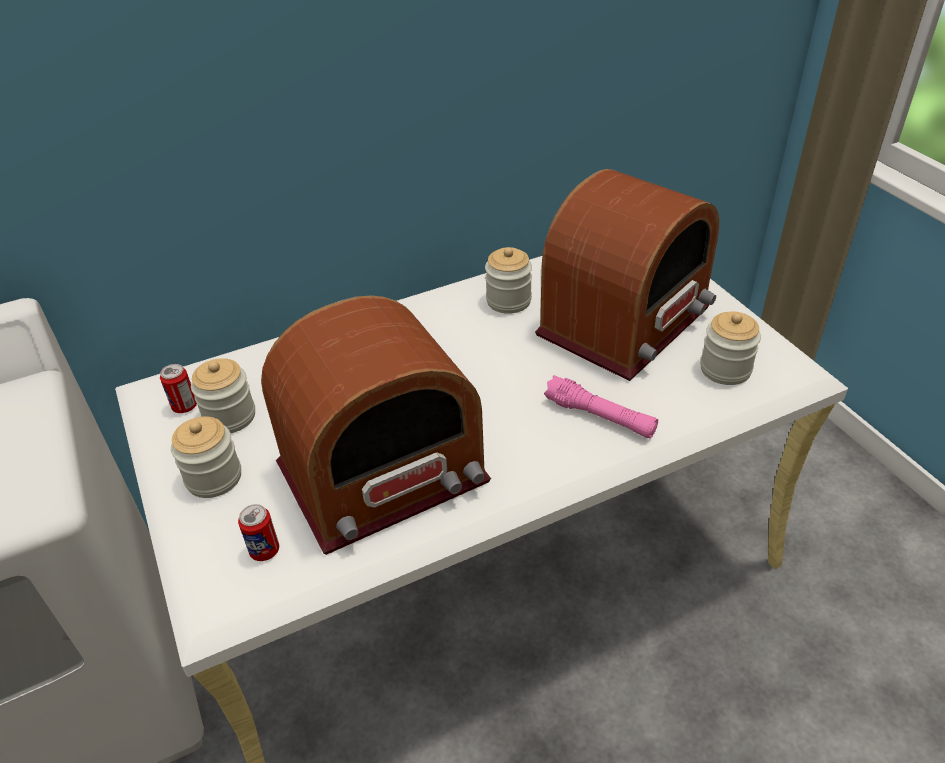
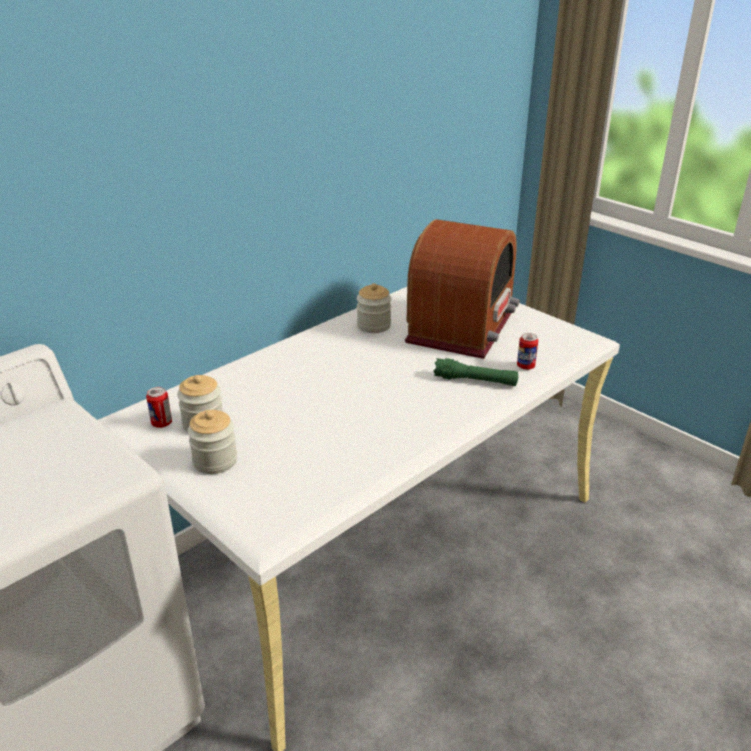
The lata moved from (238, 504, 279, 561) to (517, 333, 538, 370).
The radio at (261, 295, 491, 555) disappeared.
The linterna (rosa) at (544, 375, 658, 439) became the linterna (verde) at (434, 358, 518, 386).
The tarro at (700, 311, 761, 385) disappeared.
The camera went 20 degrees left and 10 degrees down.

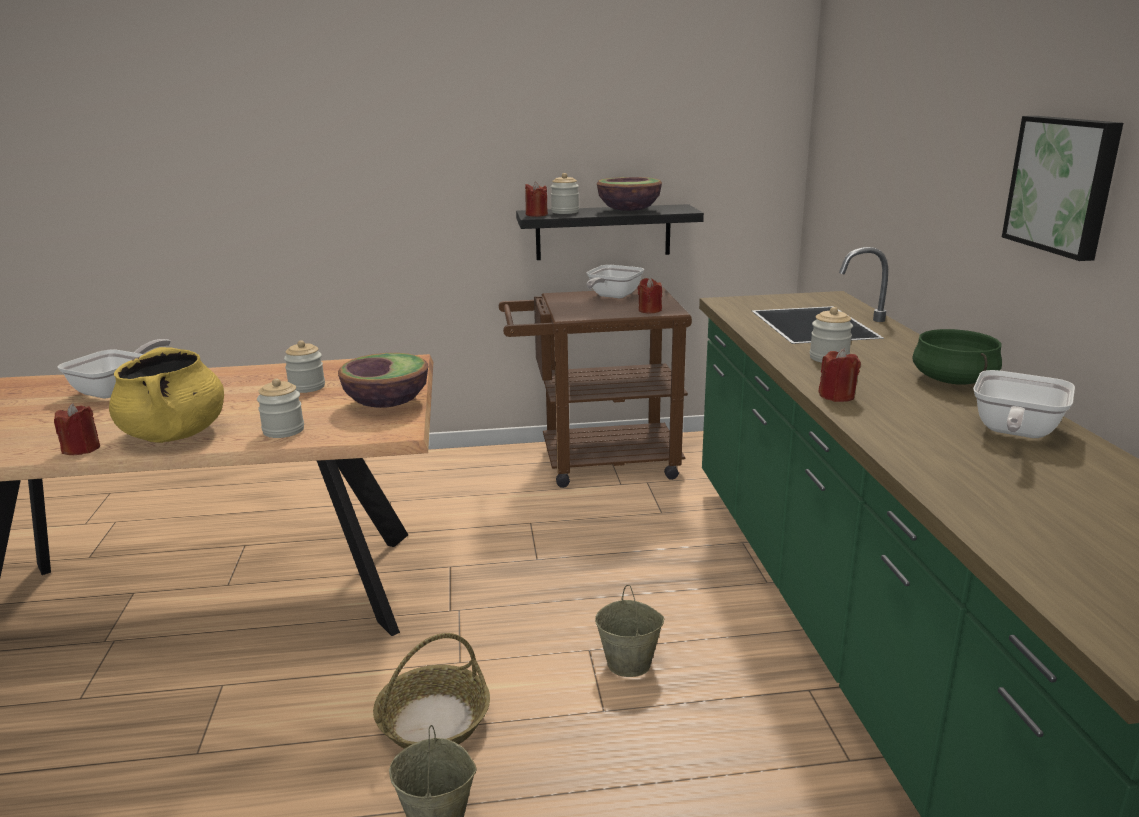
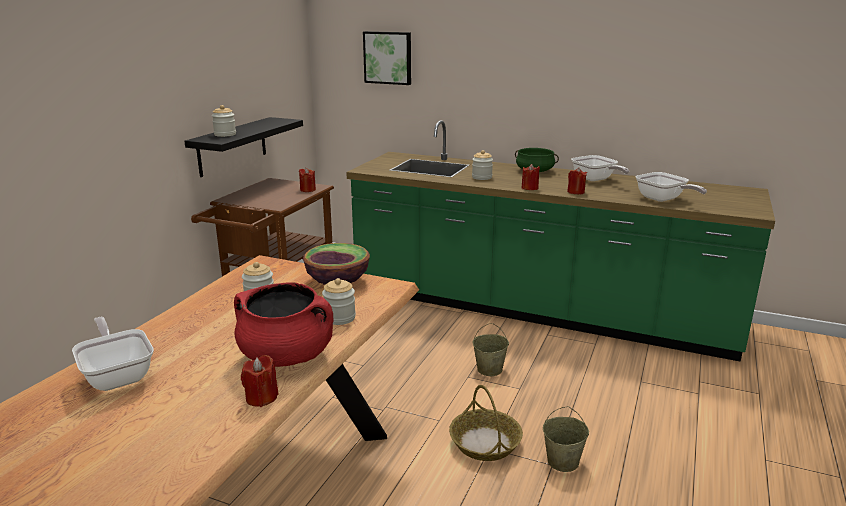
The olla (amarillo) at (109, 347, 224, 443) became the olla (rojo) at (234, 282, 334, 367).
The vela (rojo) moved from (525, 182, 548, 217) to (567, 168, 587, 194).
The sartén moved from (586, 265, 644, 298) to (636, 172, 707, 202).
The cuenco at (597, 177, 662, 211) disappeared.
The cuadro moved from (1002, 116, 1123, 261) to (363, 31, 411, 85).
The camera went 60 degrees left and 0 degrees up.

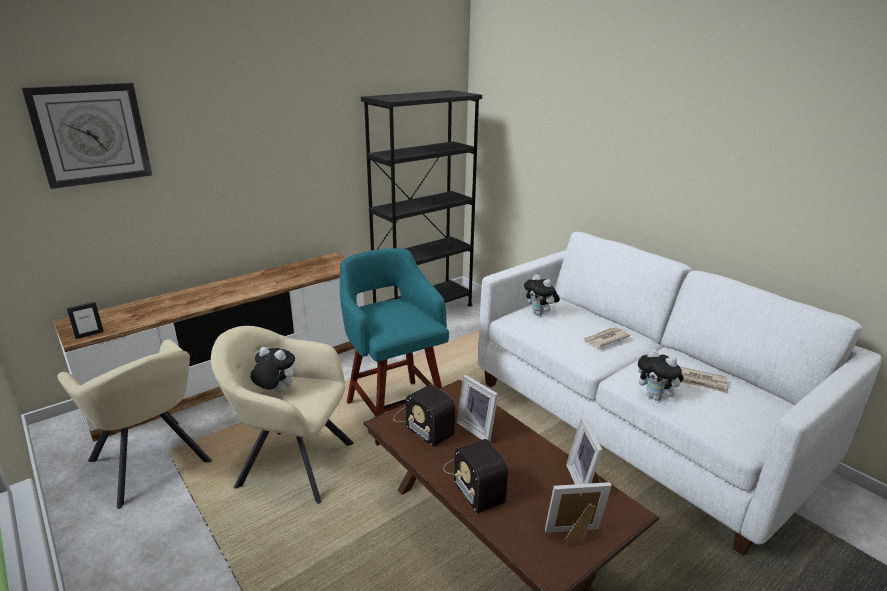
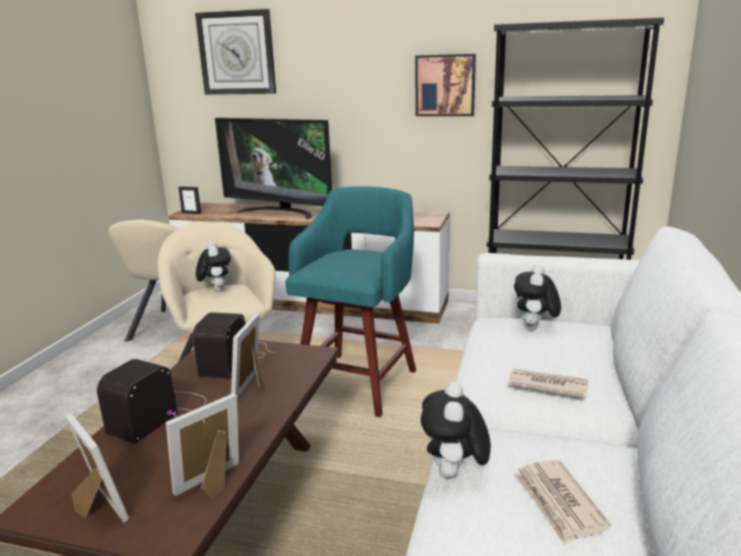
The televisor at (215, 118, 332, 220) appeared.
The cuadro at (415, 54, 476, 116) appeared.
The camera went 55 degrees right and 5 degrees down.

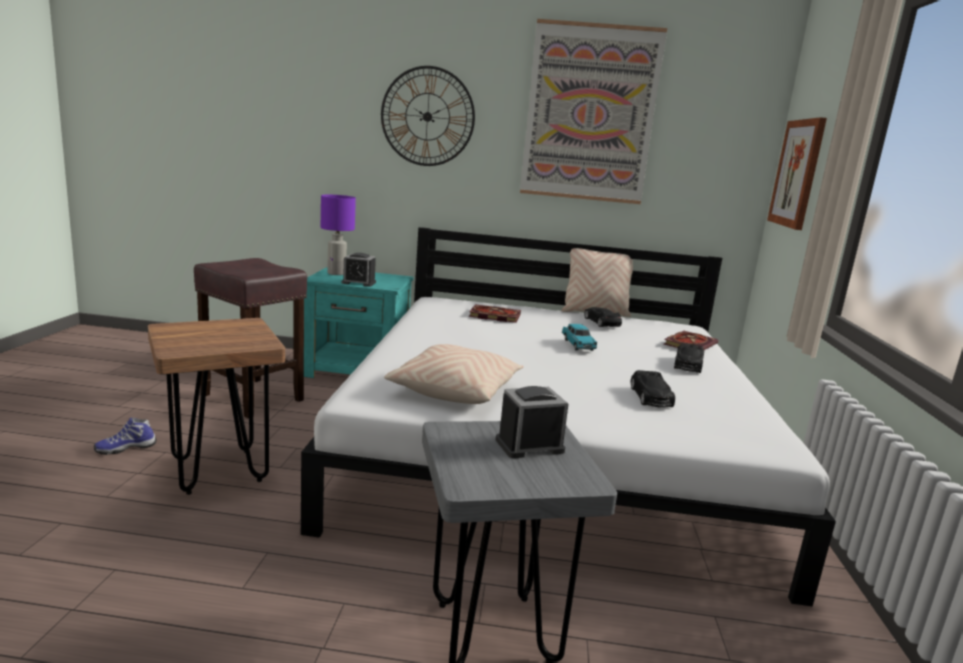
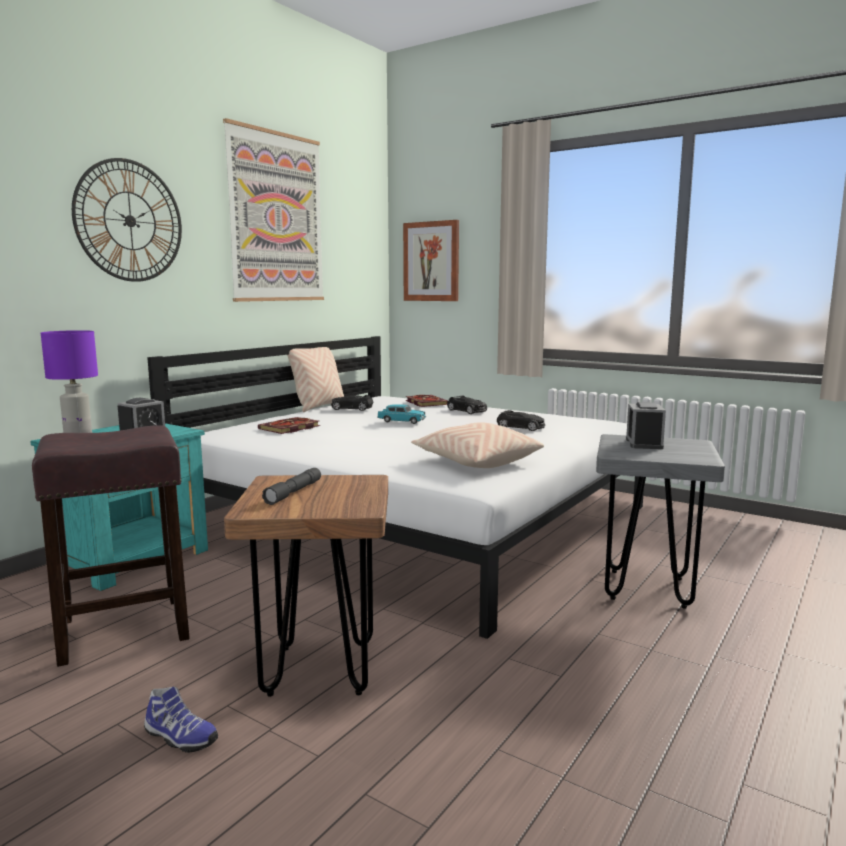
The zapato at (94, 418, 156, 455) turned 60 degrees counterclockwise.
The linterna (gris) at (262, 468, 321, 505) appeared.
The camera went 60 degrees left and 5 degrees down.

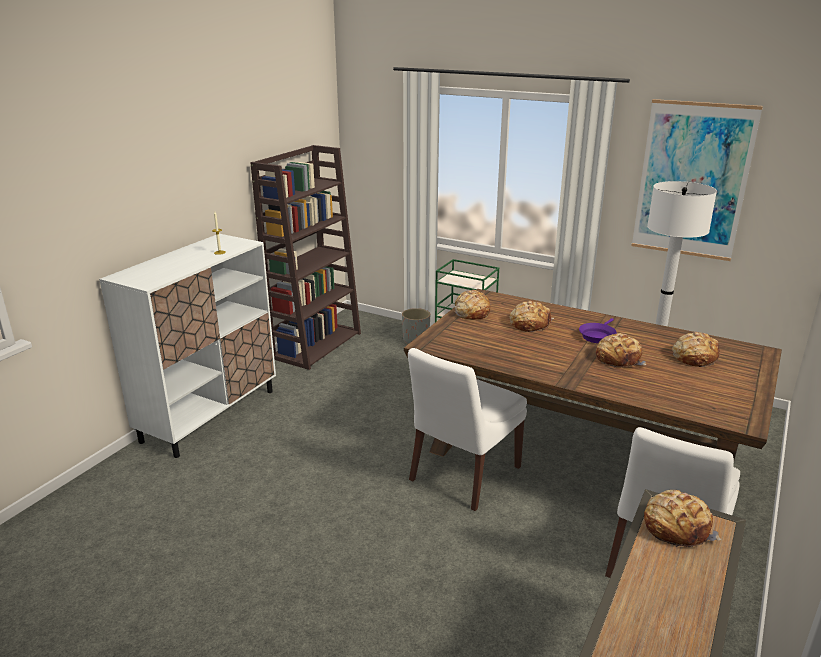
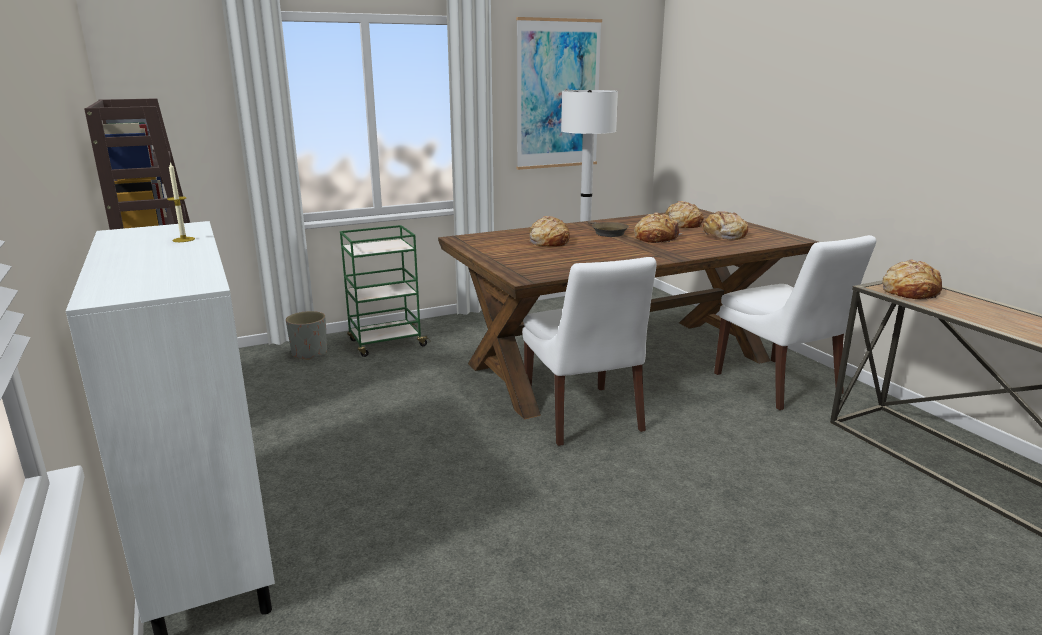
The pan moved from (454, 290, 490, 320) to (703, 211, 748, 240).
The sartén (morado) at (579, 318, 617, 343) became the sartén (marrón) at (588, 221, 629, 237).
The camera went 55 degrees left and 5 degrees down.

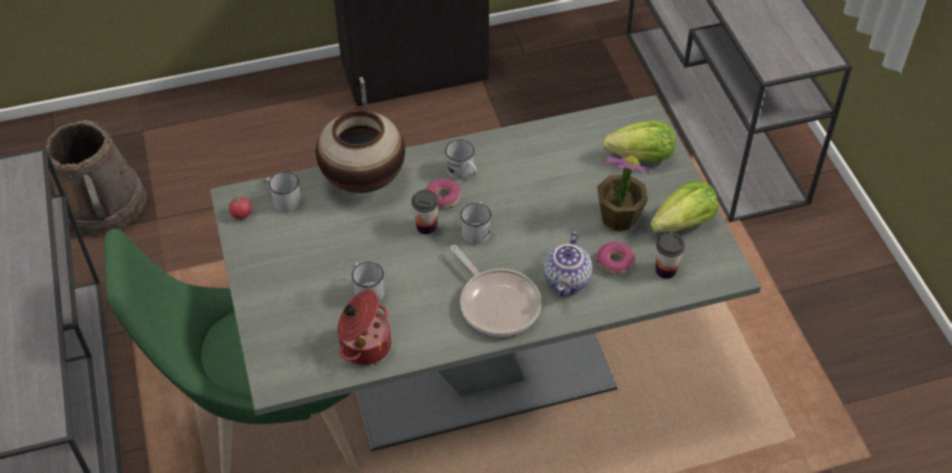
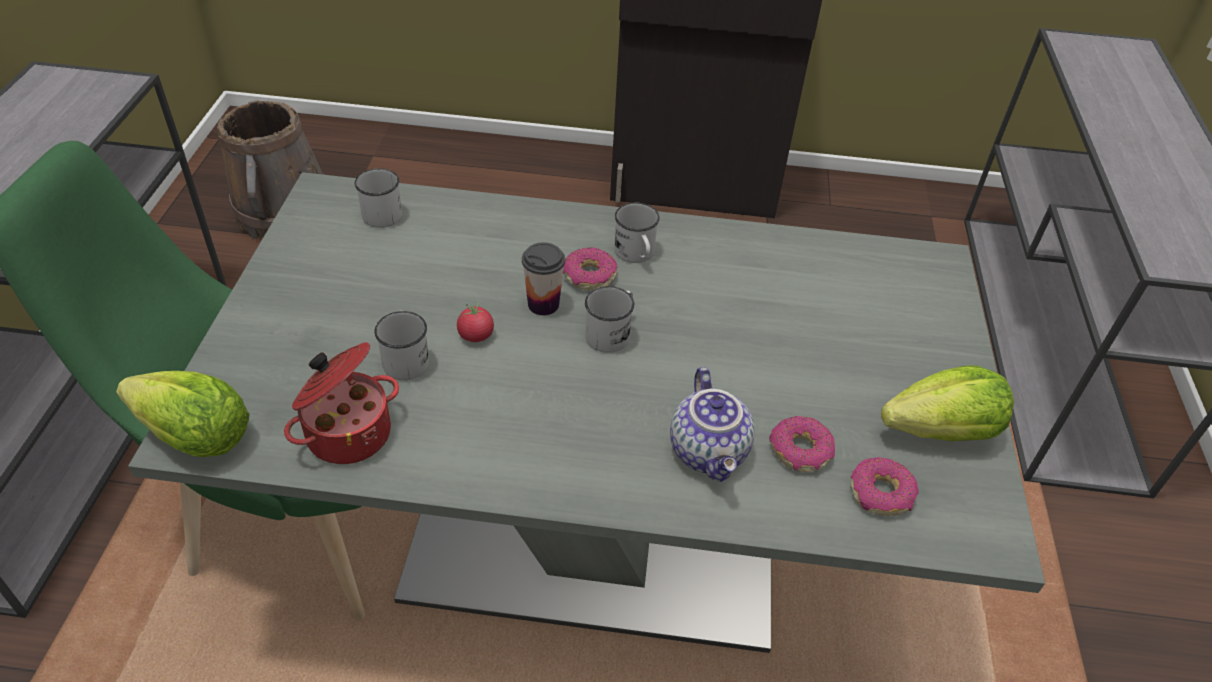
The tomate moved from (229, 194, 252, 219) to (457, 302, 494, 342).
The florero at (316, 110, 405, 193) disappeared.
The sartén at (450, 245, 541, 337) disappeared.
The tetera at (544, 231, 592, 297) turned 45 degrees counterclockwise.
The planta en maceta at (597, 156, 652, 231) disappeared.
The lechuga moved from (603, 120, 676, 162) to (116, 371, 249, 457).
The taza at (656, 233, 685, 279) was replaced by the rosquilla at (850, 457, 919, 516).
The camera went 20 degrees right and 5 degrees down.

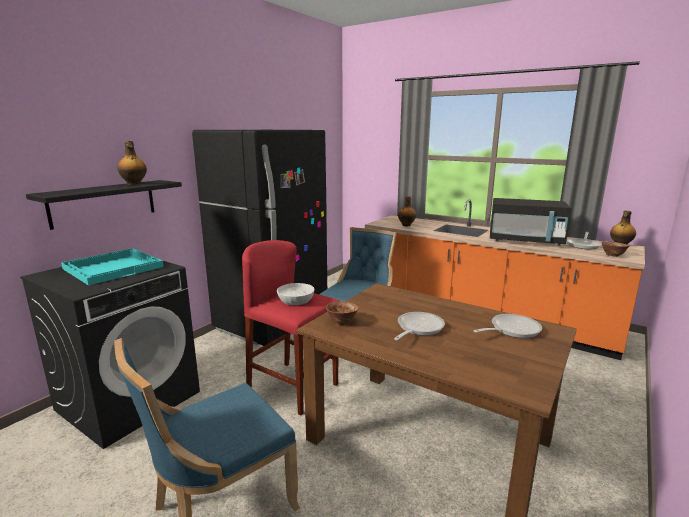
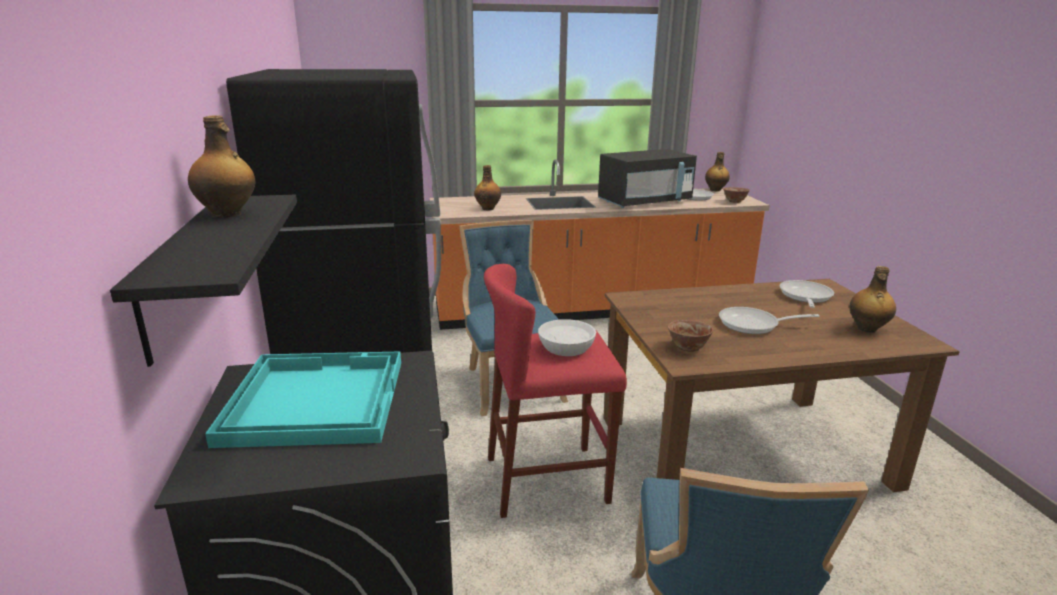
The sartén at (394, 312, 445, 340) turned 75 degrees counterclockwise.
The botella at (850, 266, 896, 333) appeared.
The camera went 45 degrees left and 5 degrees up.

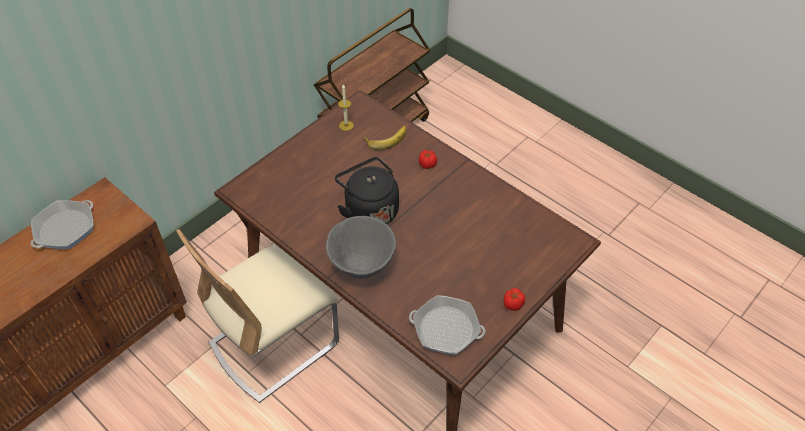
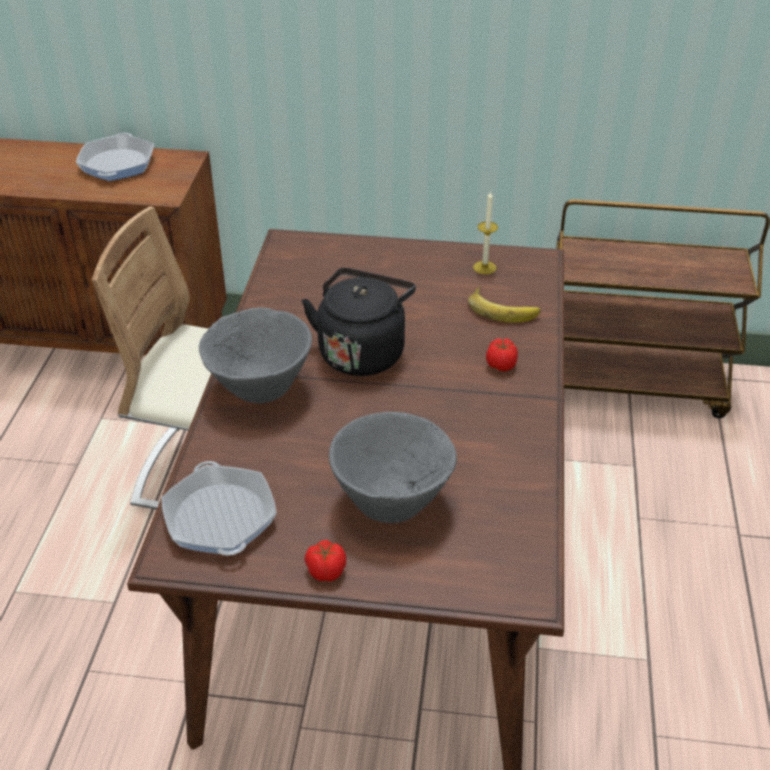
The sartén at (31, 200, 93, 249) turned 90 degrees counterclockwise.
The cuenco (gris) at (329, 412, 457, 523) appeared.
The camera went 55 degrees right and 10 degrees down.

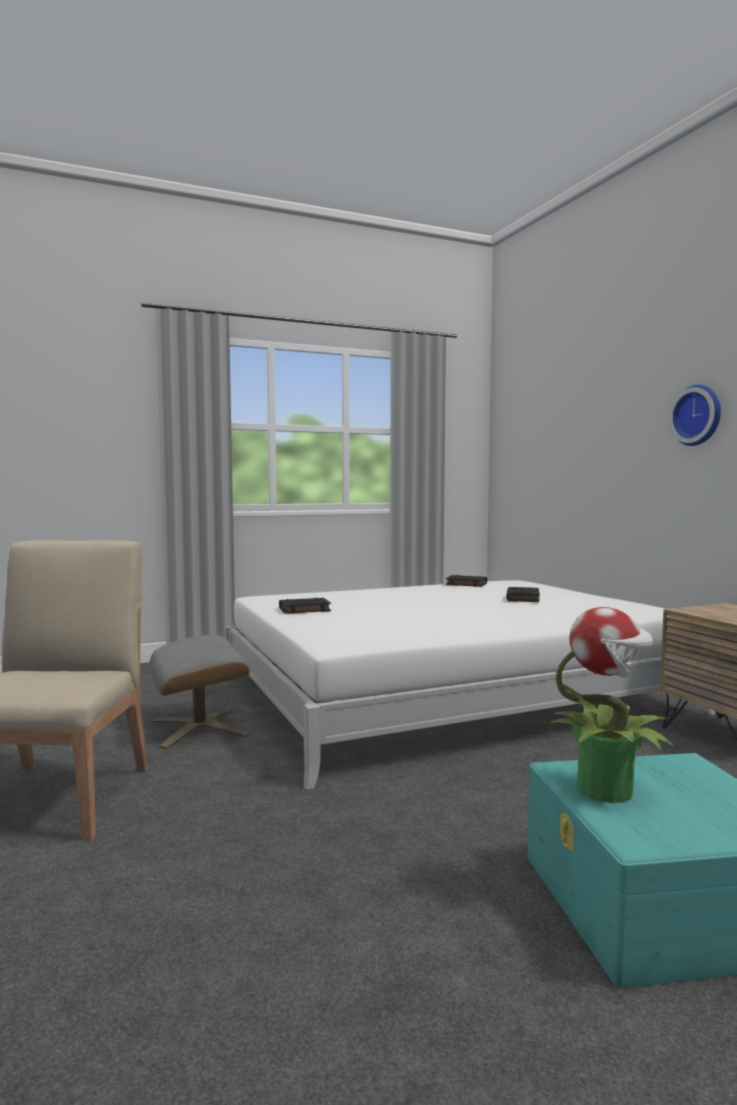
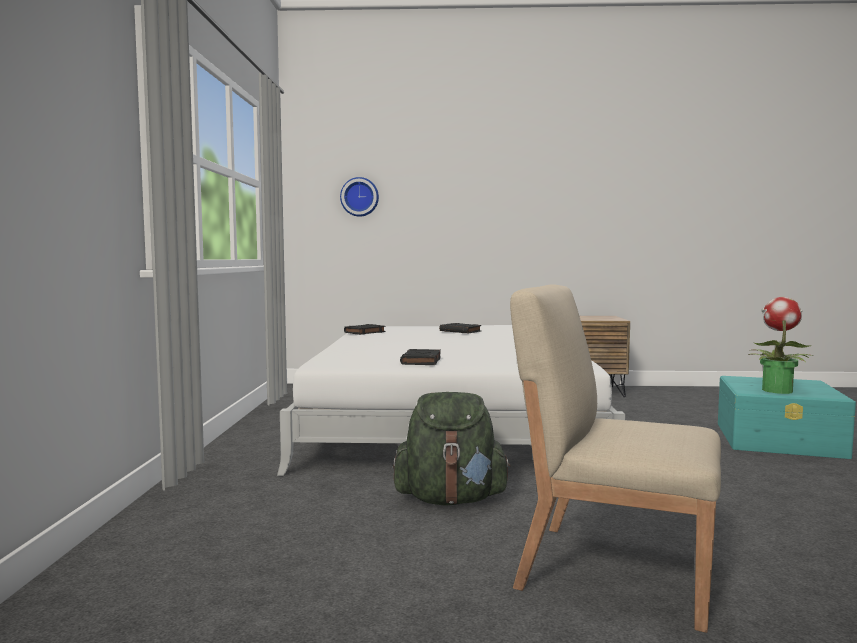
The puf (gris) at (150, 635, 250, 749) was replaced by the mochila (verde) at (393, 392, 511, 506).
The reloj de pared moved from (669, 385, 721, 446) to (340, 177, 379, 217).
The camera went 65 degrees left and 0 degrees up.

